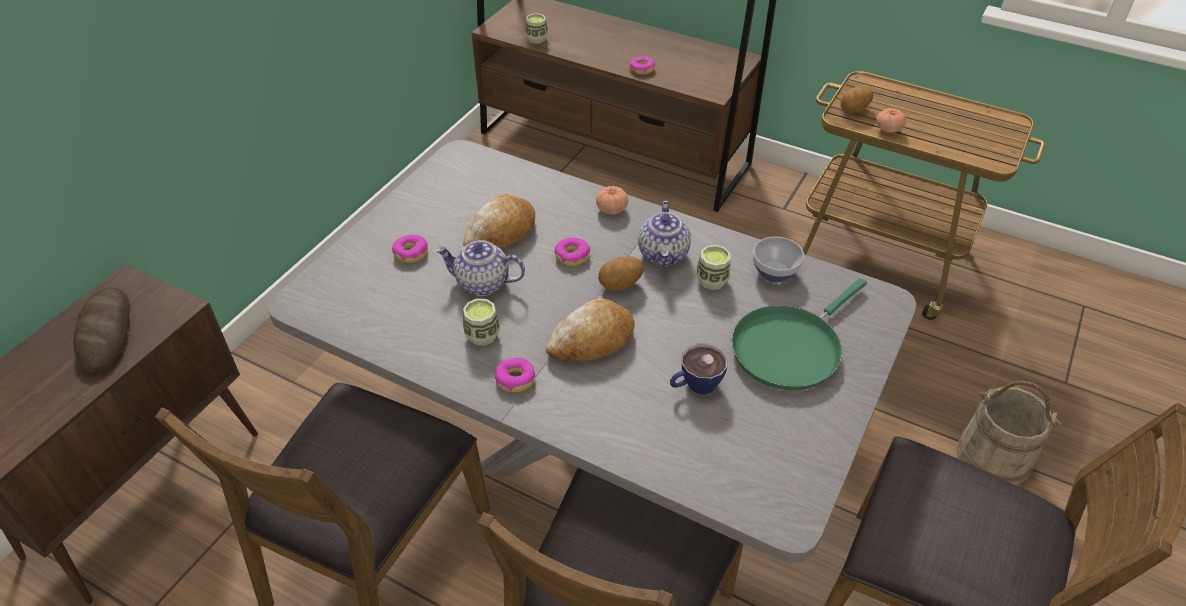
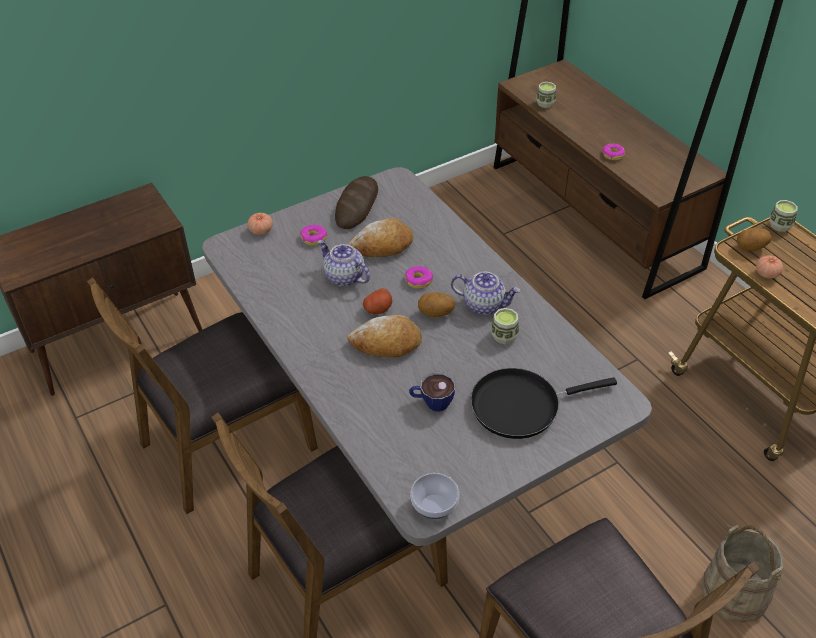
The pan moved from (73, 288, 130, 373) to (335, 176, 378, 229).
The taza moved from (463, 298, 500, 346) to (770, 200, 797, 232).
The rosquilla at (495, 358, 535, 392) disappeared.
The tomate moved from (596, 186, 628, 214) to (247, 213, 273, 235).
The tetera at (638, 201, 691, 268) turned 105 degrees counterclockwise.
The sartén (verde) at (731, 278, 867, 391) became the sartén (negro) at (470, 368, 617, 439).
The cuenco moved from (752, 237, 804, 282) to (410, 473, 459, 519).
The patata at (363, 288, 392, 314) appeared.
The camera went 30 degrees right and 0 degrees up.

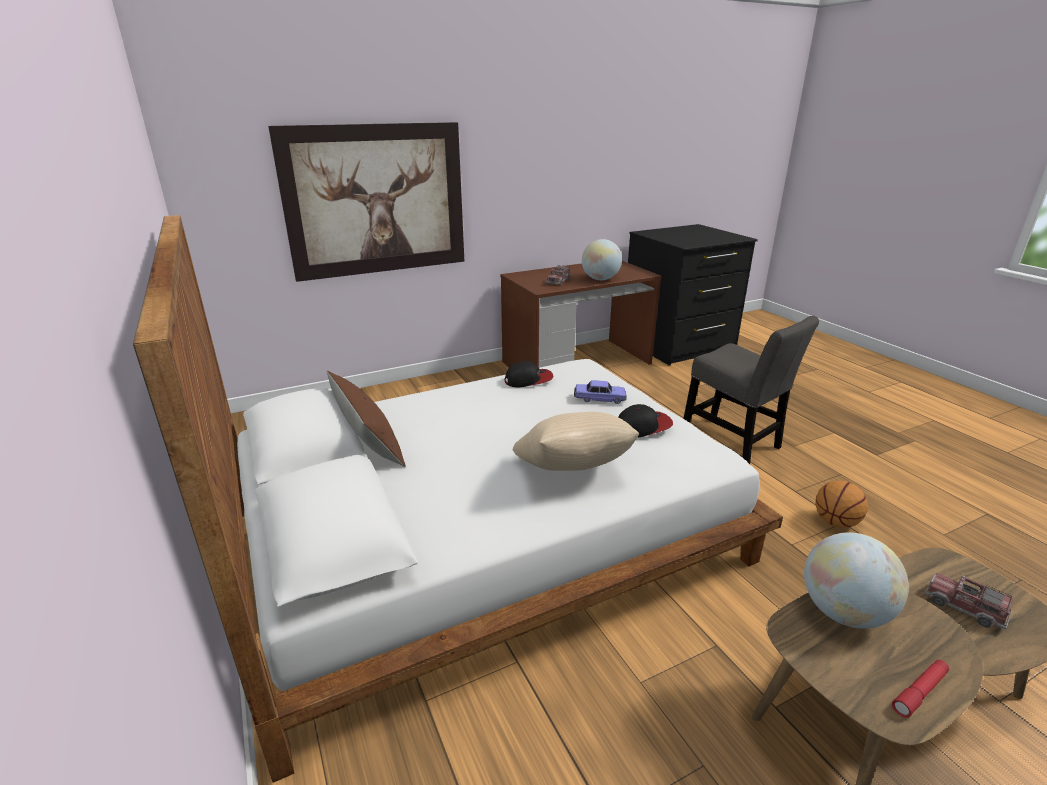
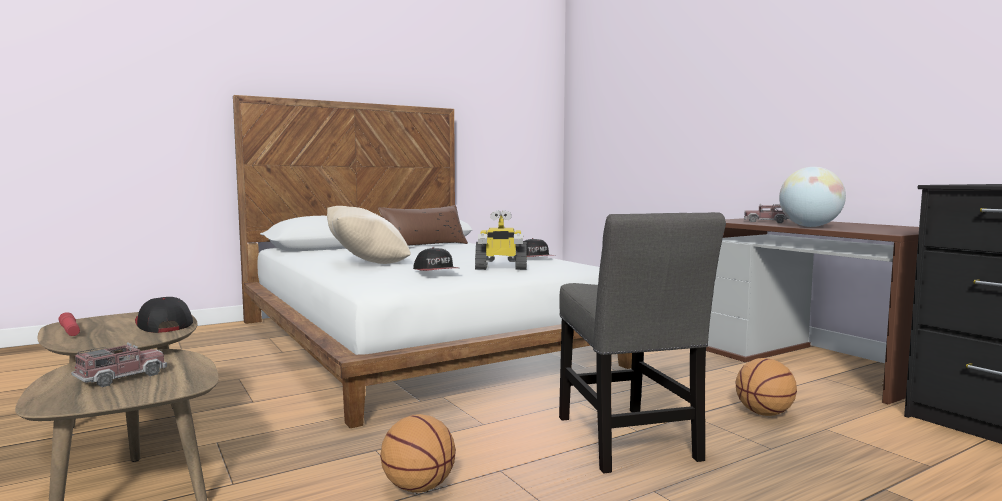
The cuadro at (268, 122, 464, 282) disappeared.
The coche de juguete at (574, 380, 627, 404) was replaced by the robot de juguete at (475, 210, 527, 270).
The silla (gris) at (683, 316, 819, 464) turned 60 degrees counterclockwise.
The globo terráqueo at (804, 532, 909, 629) was replaced by the gorra at (135, 297, 193, 333).
The balón de baloncesto at (736, 358, 797, 416) appeared.
The camera went 85 degrees right and 20 degrees down.

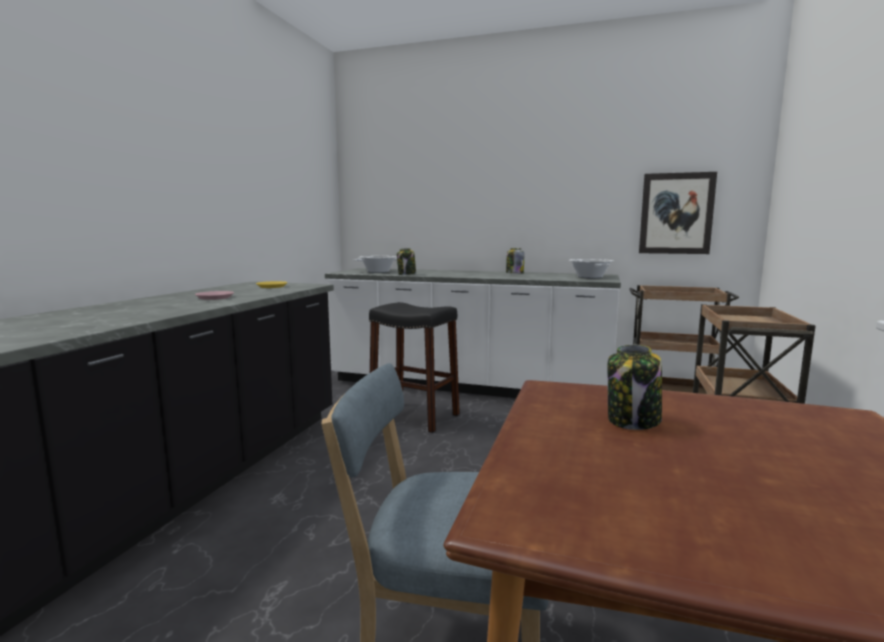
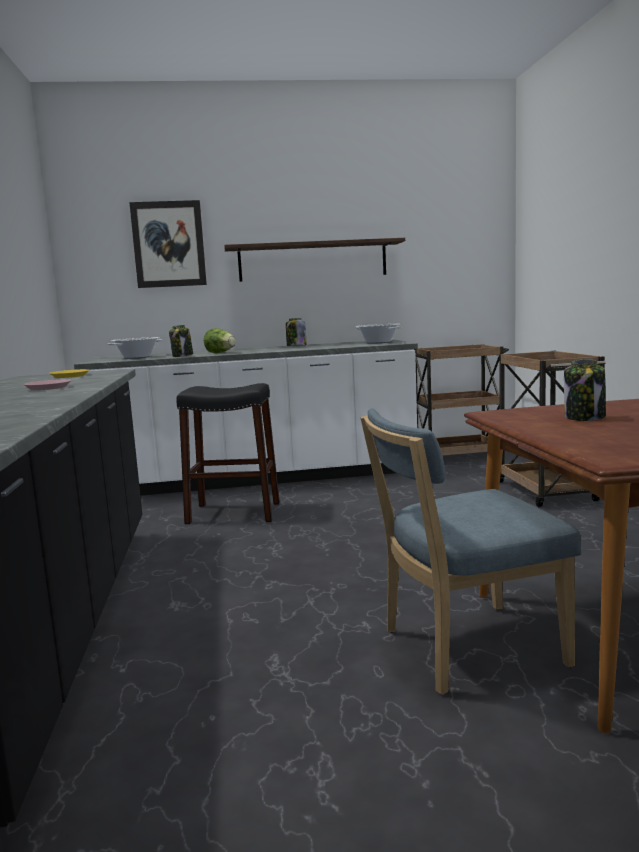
The cuadro moved from (639, 172, 717, 254) to (129, 200, 207, 288).
The lechuga at (204, 328, 236, 353) appeared.
The estante at (224, 238, 405, 282) appeared.
The camera went 25 degrees left and 0 degrees up.

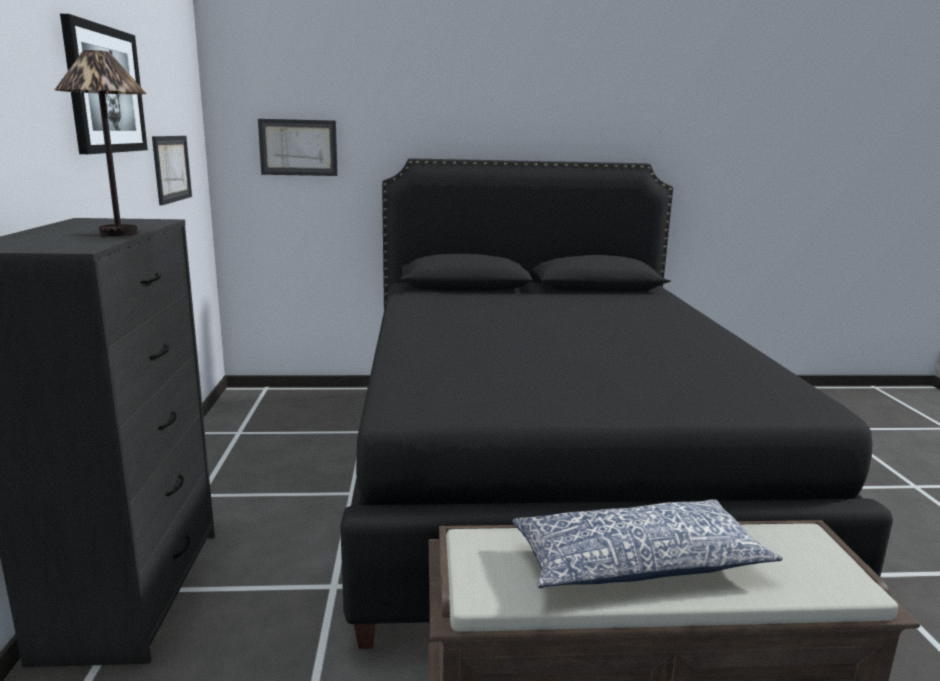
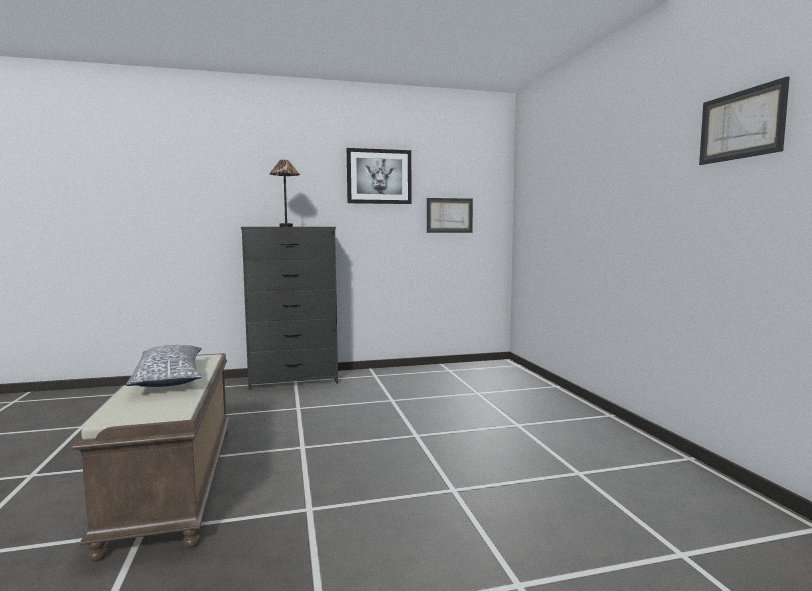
The cuadro moved from (258, 119, 338, 176) to (699, 77, 790, 165).
The cama (negro) at (340, 158, 893, 649) disappeared.
The camera went 80 degrees right and 10 degrees down.

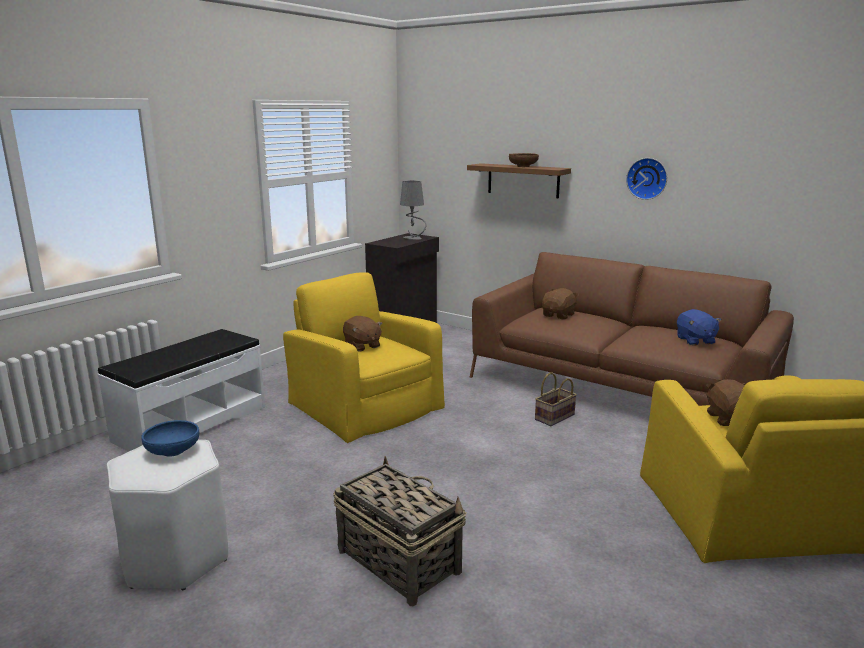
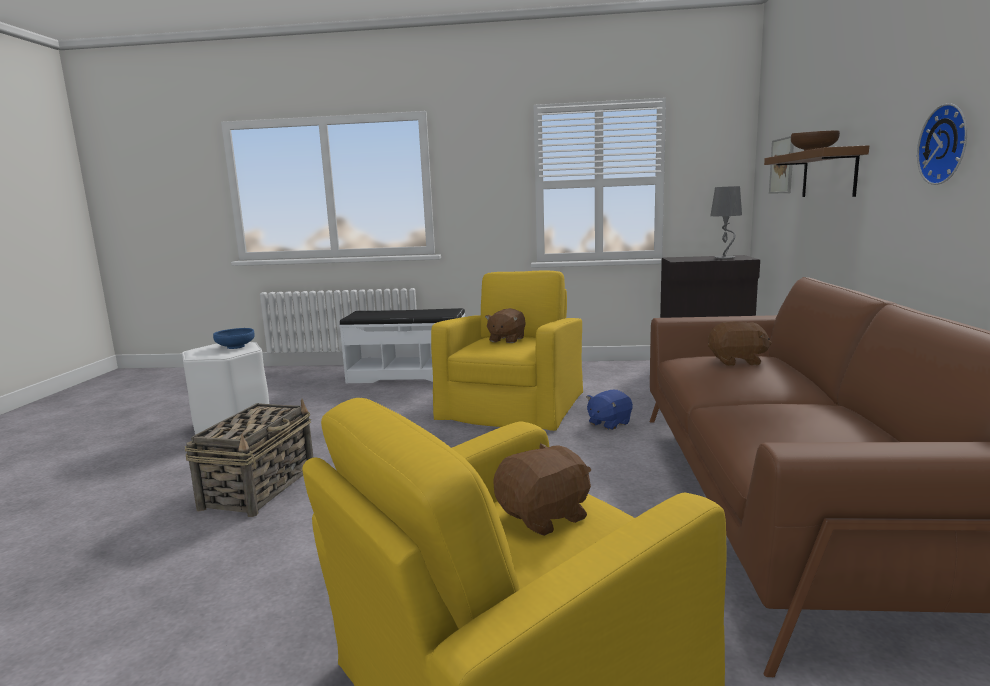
The cesta at (535, 372, 577, 426) disappeared.
The peluche (azul) moved from (677, 309, 722, 346) to (586, 390, 633, 430).
The cuadro at (769, 136, 794, 194) appeared.
The camera went 60 degrees right and 5 degrees down.

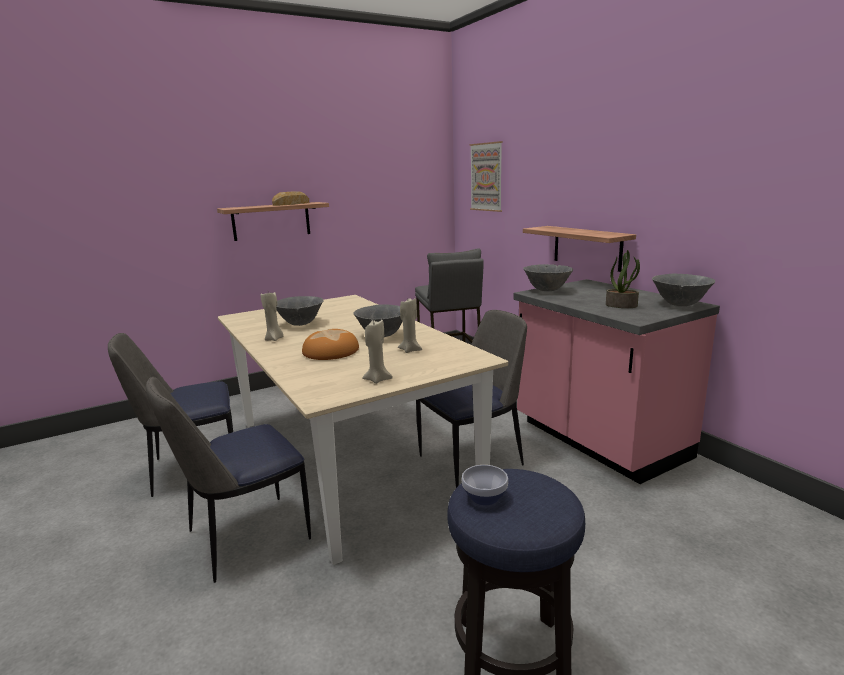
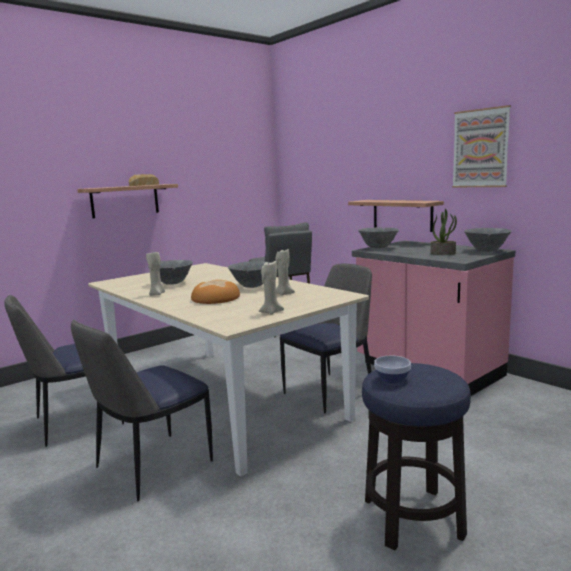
The cuadro moved from (470, 141, 503, 212) to (452, 105, 511, 187).
The camera went 10 degrees left and 5 degrees down.

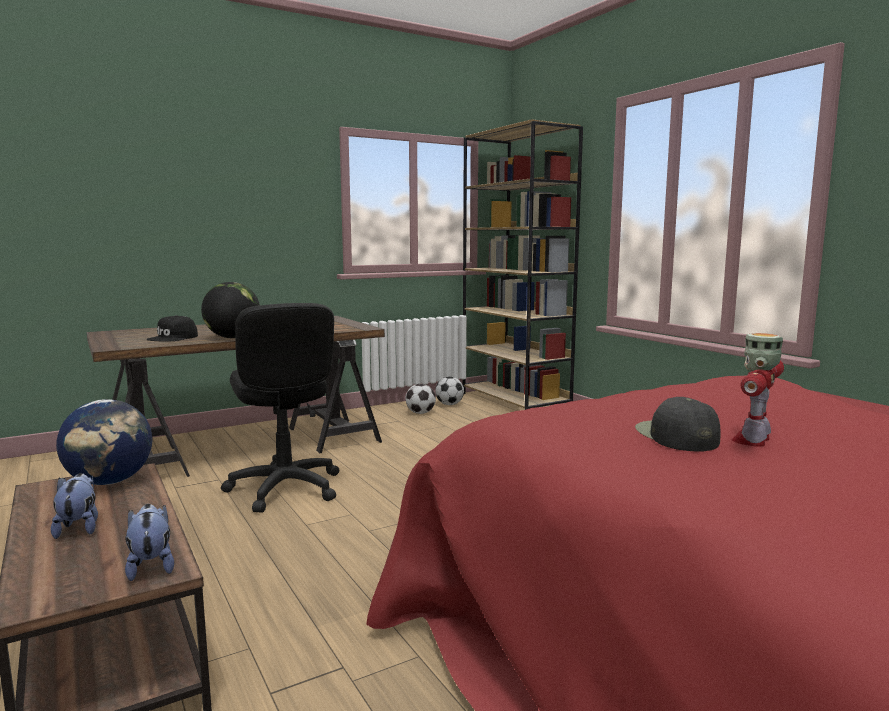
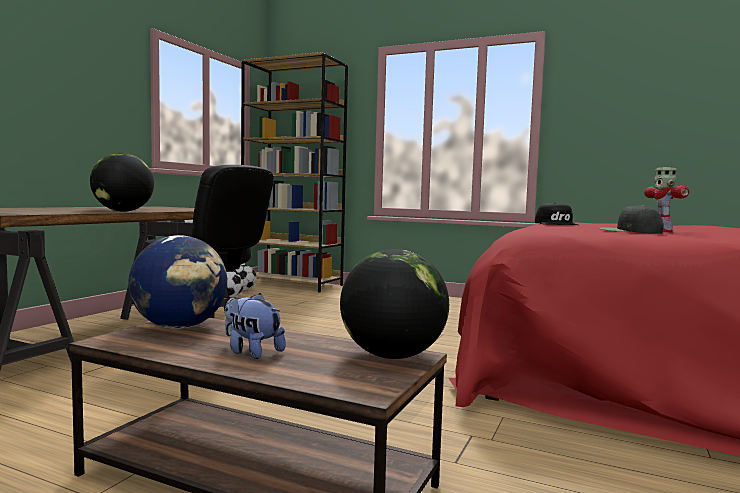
The peluche at (125, 504, 174, 581) was replaced by the globo terráqueo at (340, 249, 449, 359).
The gorra (negro) moved from (146, 315, 198, 342) to (535, 202, 578, 225).
The camera went 35 degrees left and 5 degrees down.

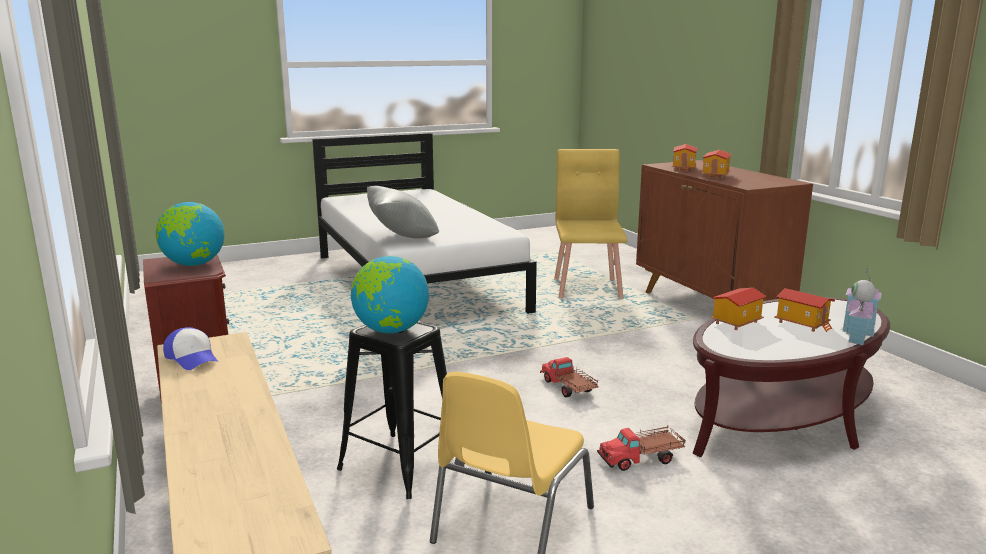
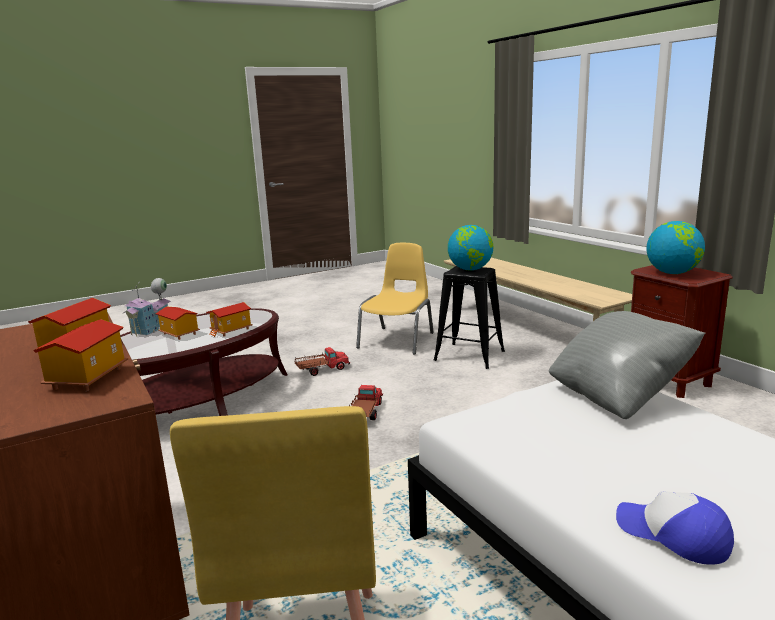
The gorra moved from (163, 327, 218, 370) to (616, 491, 734, 564).
The camión de juguete at (540, 357, 599, 397) turned 135 degrees counterclockwise.
The camera went 175 degrees right and 0 degrees up.

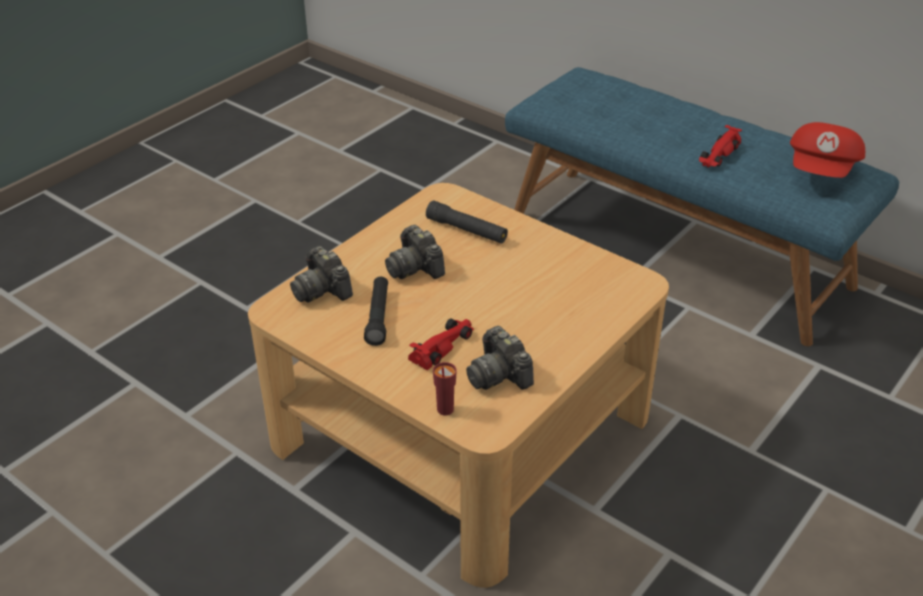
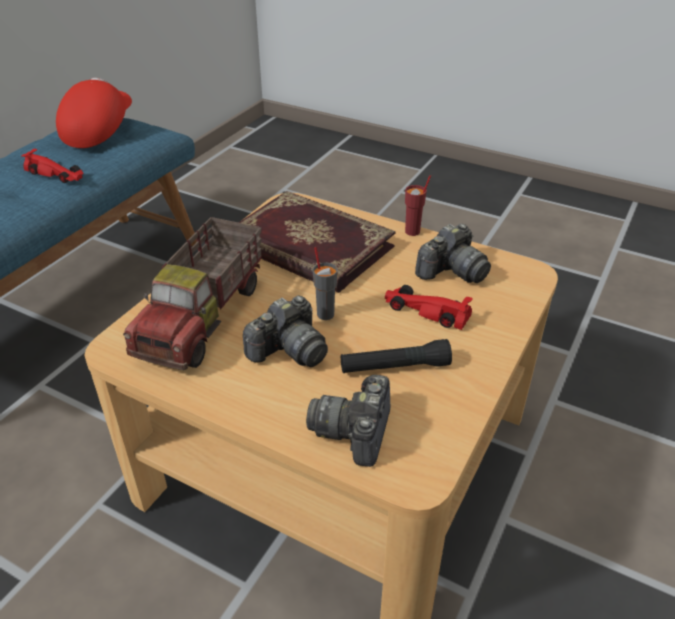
The cámara at (290, 246, 353, 303) turned 150 degrees clockwise.
The linterna (negro) at (426, 200, 508, 243) was replaced by the camión de juguete at (123, 217, 261, 370).
The taza (rojo) moved from (433, 362, 457, 415) to (405, 175, 431, 236).
The gorra (rojo) at (790, 122, 865, 178) turned 90 degrees counterclockwise.
The libro at (239, 191, 396, 293) appeared.
The taza (gris) at (313, 247, 338, 320) appeared.
The camera went 100 degrees left and 0 degrees up.

